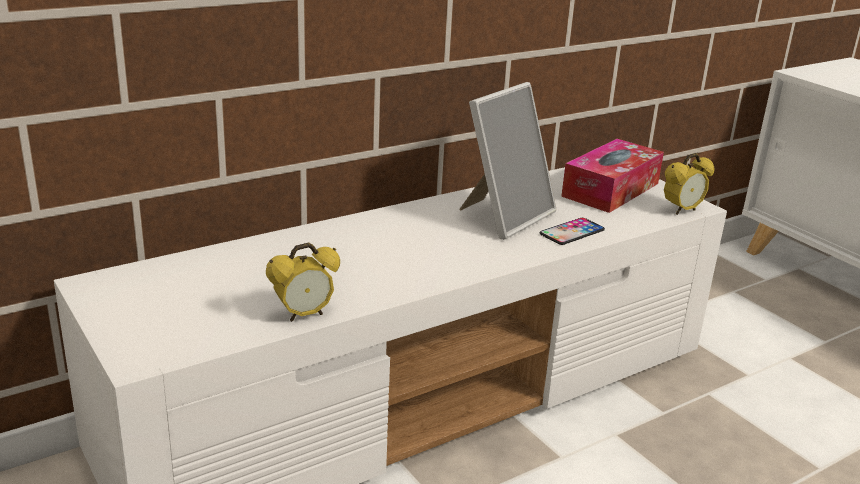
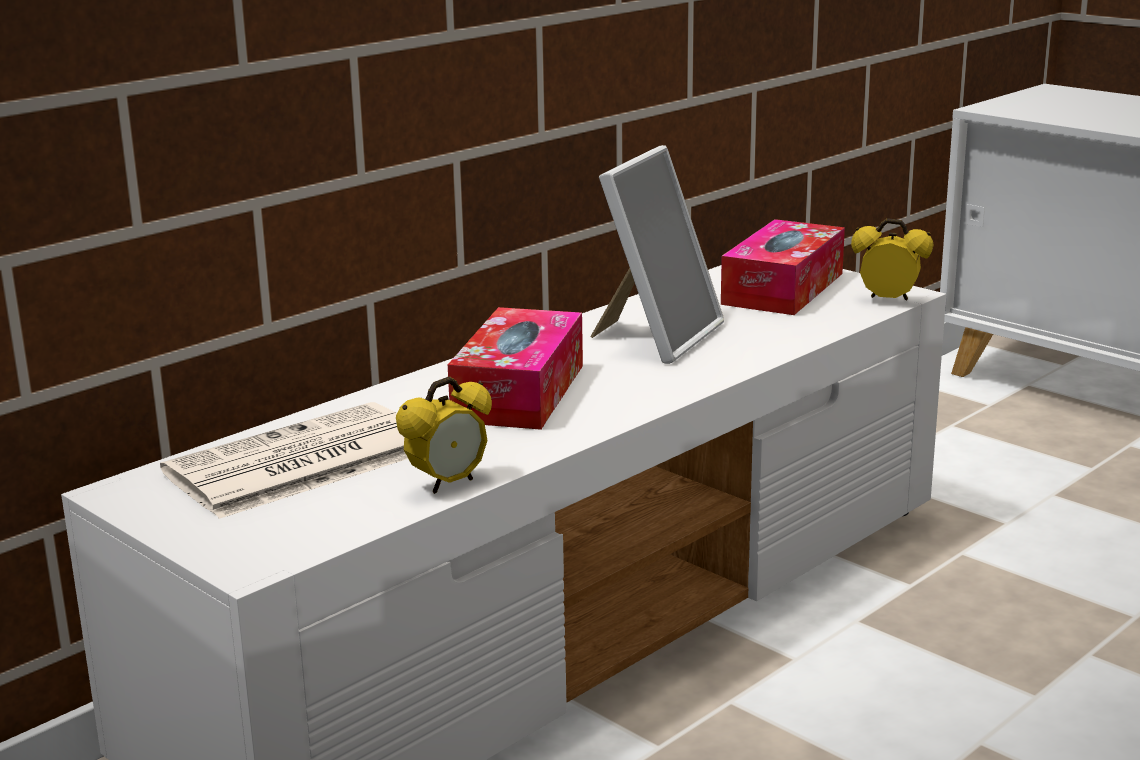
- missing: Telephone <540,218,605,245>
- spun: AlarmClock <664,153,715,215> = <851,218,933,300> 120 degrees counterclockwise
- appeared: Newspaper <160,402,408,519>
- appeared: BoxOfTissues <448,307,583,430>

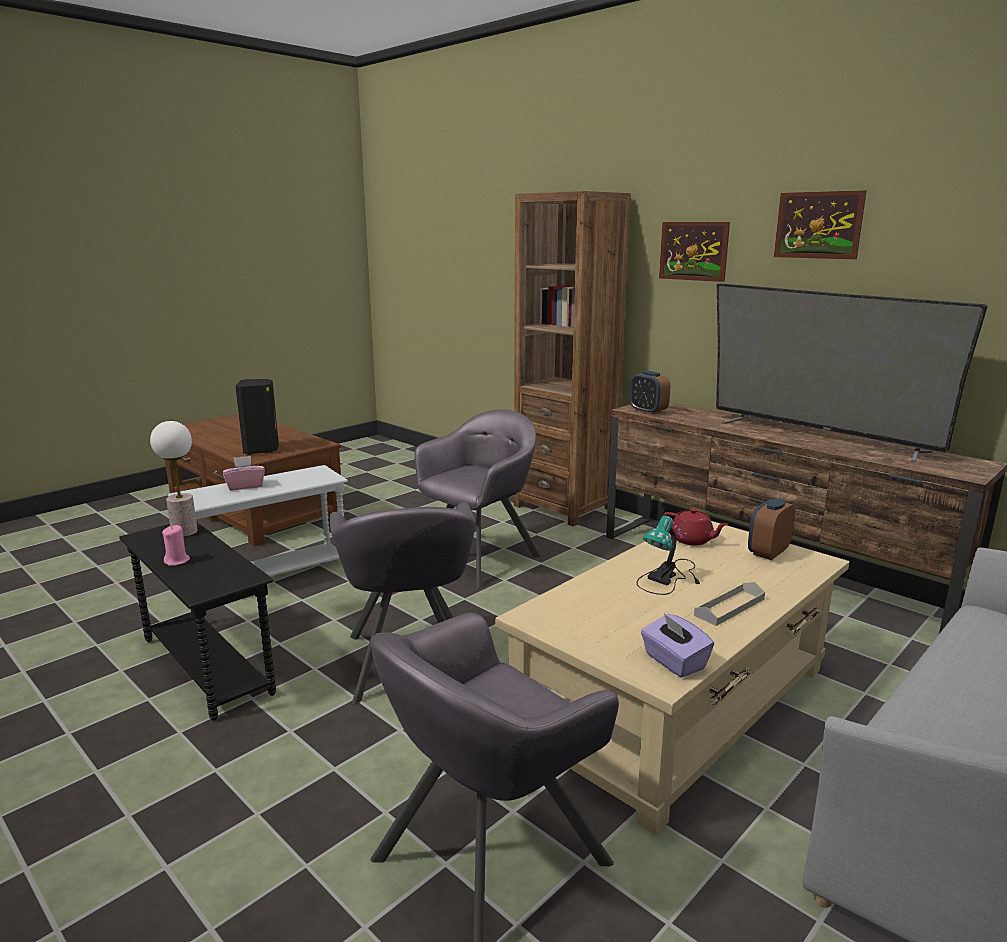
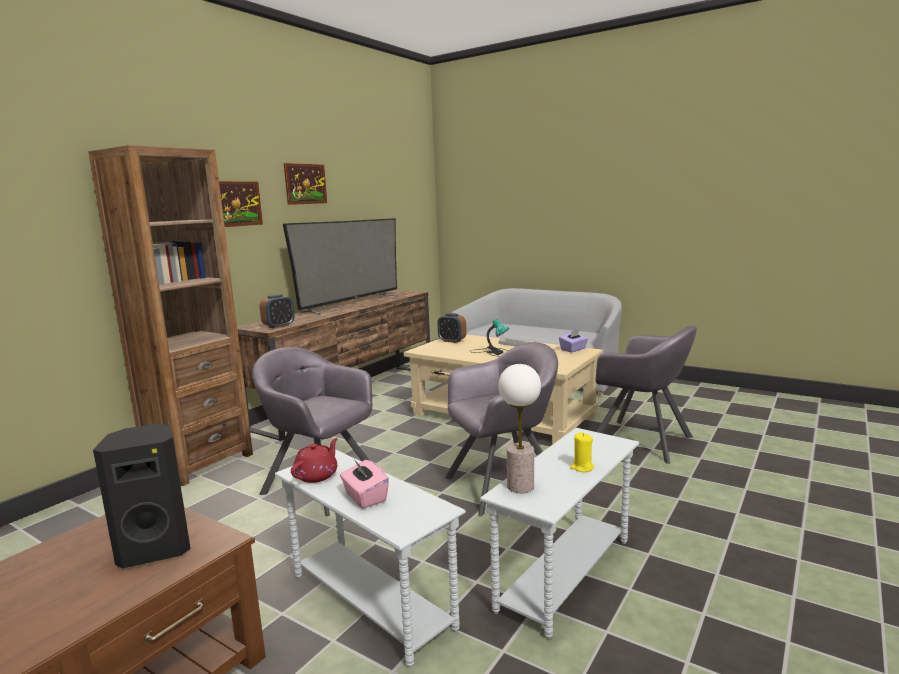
- colour: BlackEndTable <119,522,276,721> to WhitishEndTable <480,428,639,639>
- colour: PinkWaxLight <162,525,190,566> to YellowishWaxLight <570,432,594,472>
- relocated: ReddishTeaPot <663,508,729,546> to <291,438,338,483>

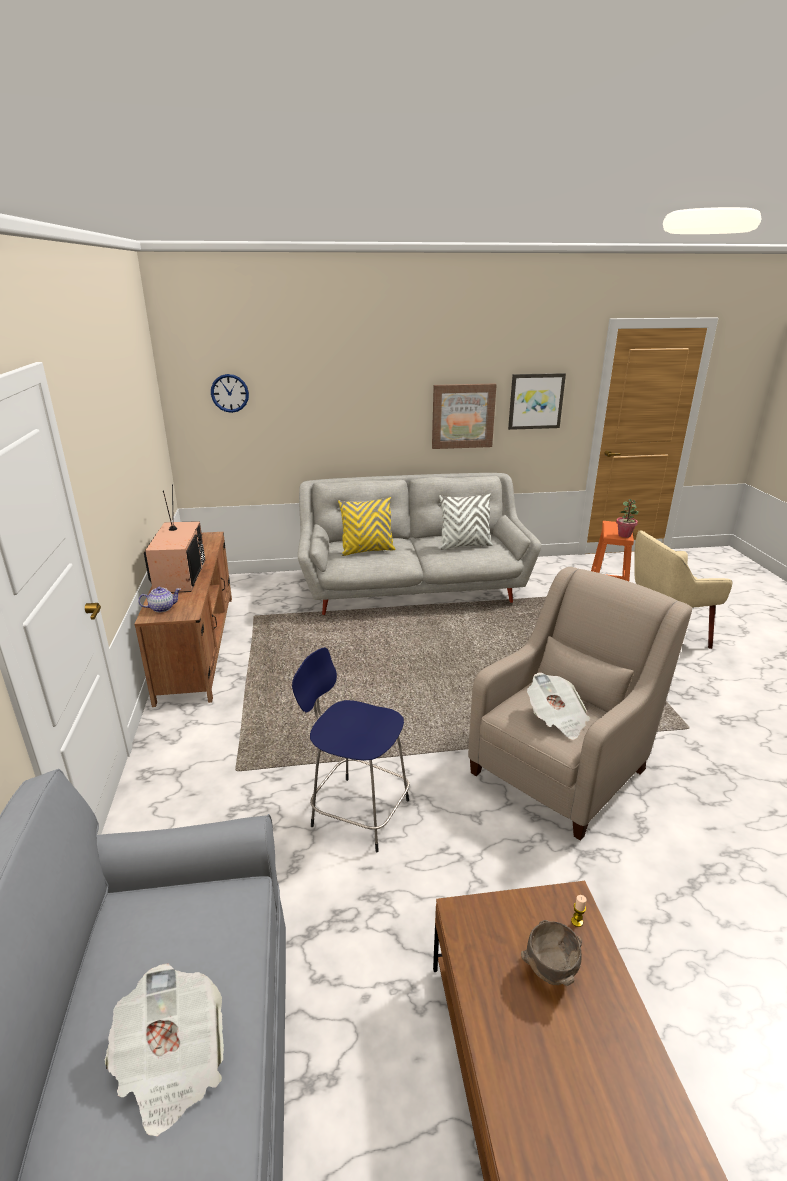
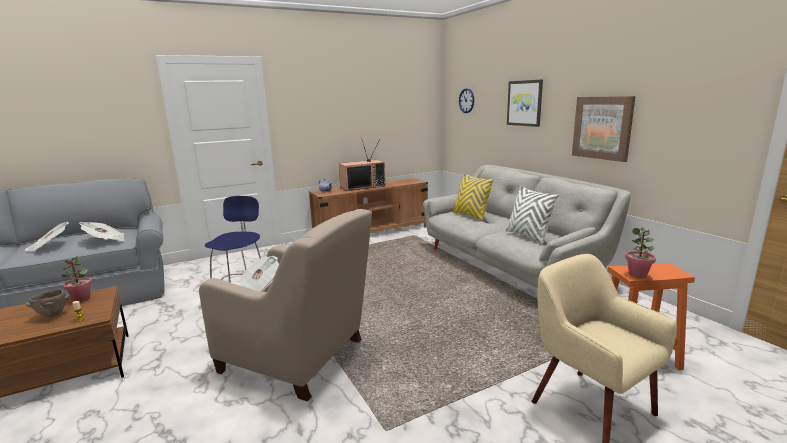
- relocated: WallPicture <508,373,566,430> to <507,79,543,127>
- appeared: PottedPlant <61,256,92,302>
- appeared: Newspaper <79,222,124,241>

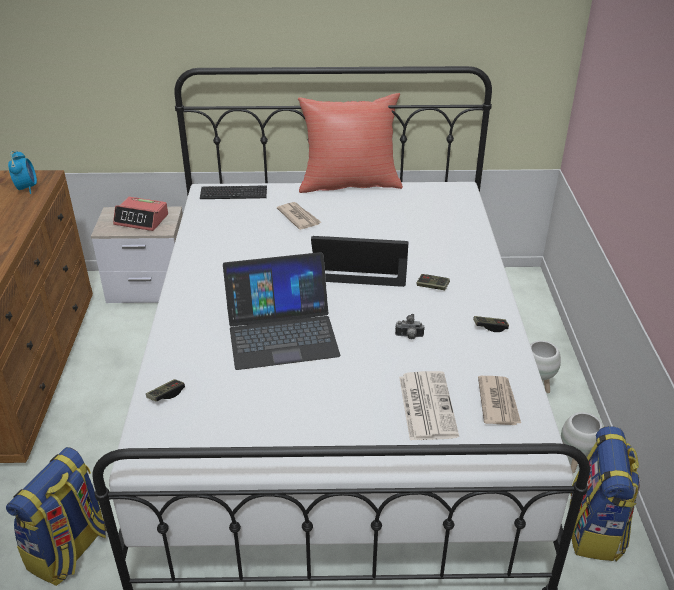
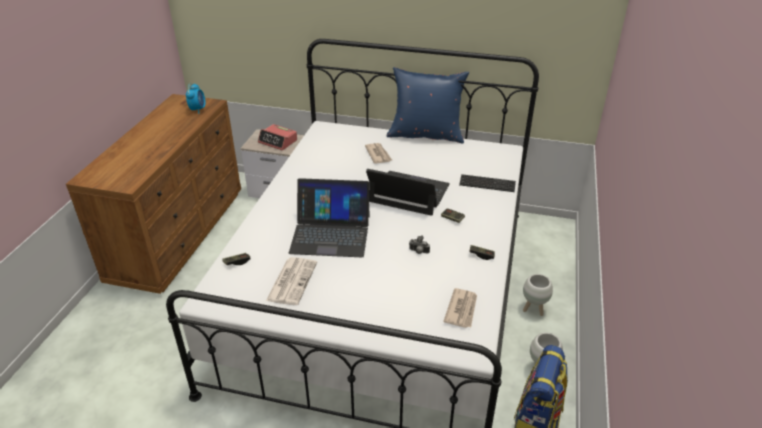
- missing: Knapsack <6,447,107,586>
- relocated: ComputerKeyboard <200,185,267,199> to <459,174,516,192>
- colour: ReddishPillow <298,93,403,193> to BluishPillow <387,67,469,144>
- relocated: Newspaper <399,371,459,440> to <266,257,317,305>

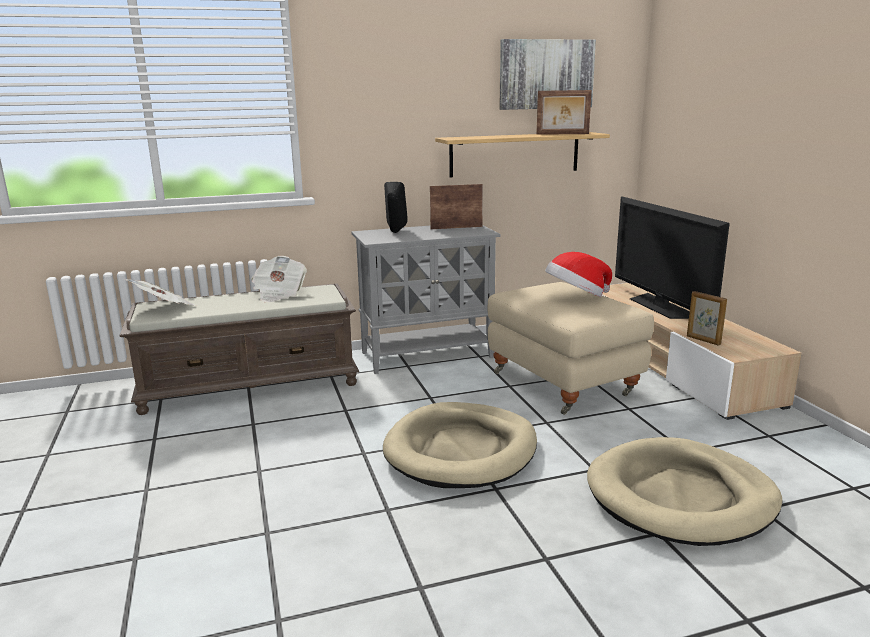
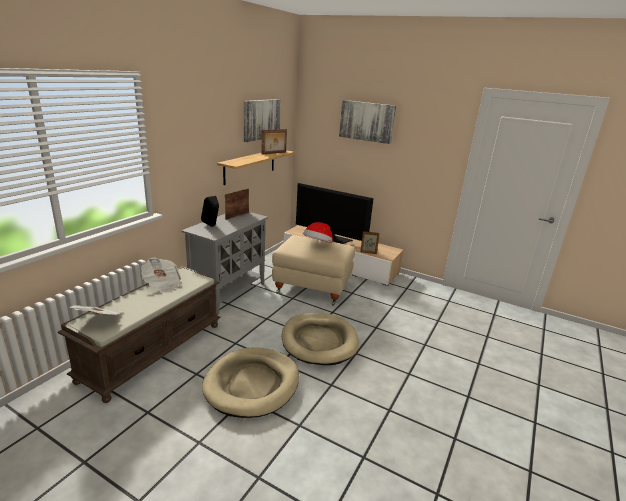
- relocated: BeigeColouredPetBed <587,437,782,546> to <202,347,299,418>
- appeared: WallPicture <339,100,396,144>

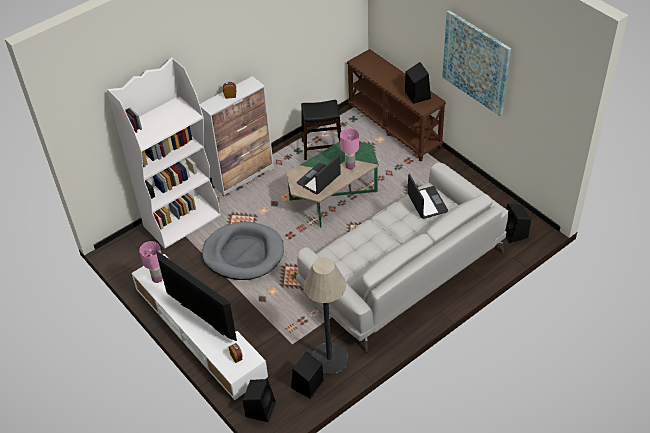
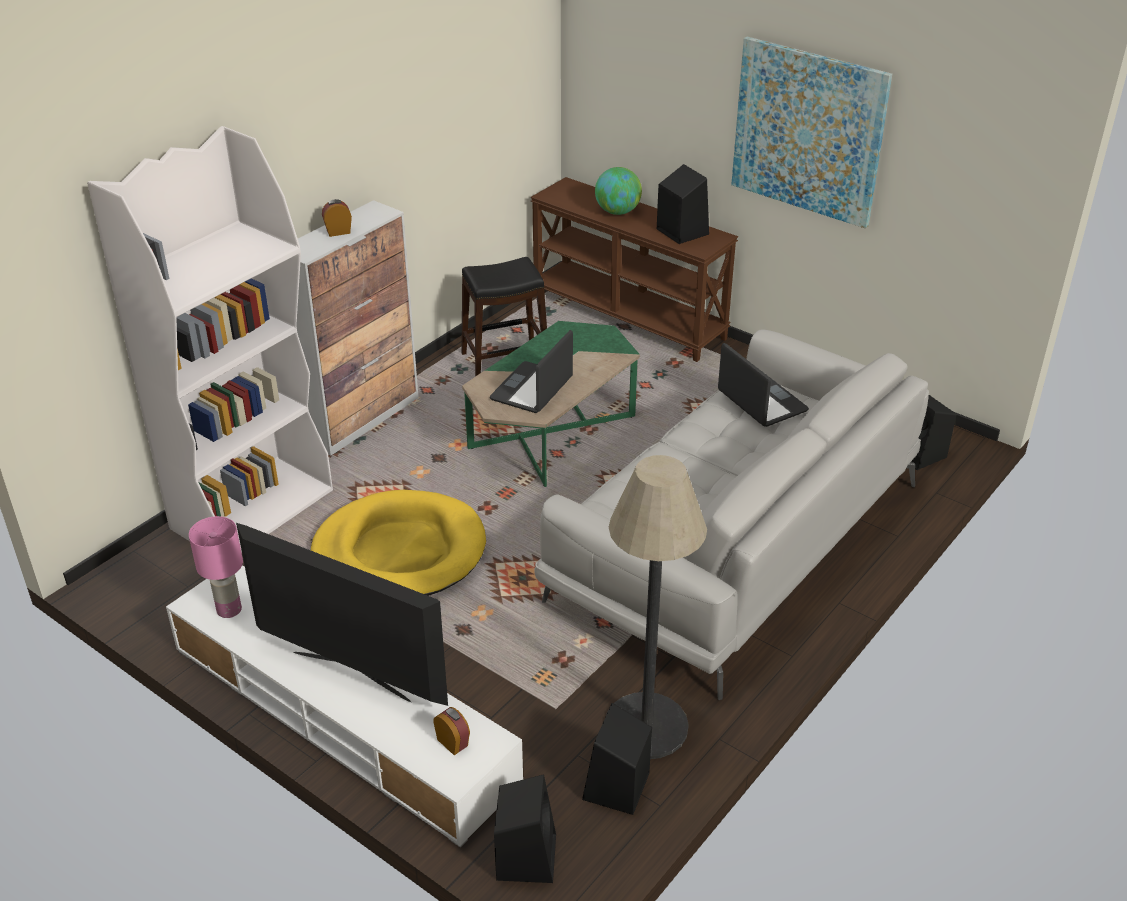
- colour: GreyishPetBed <202,222,284,280> to YellowishPetBed <311,490,486,596>
- missing: PinkTabletopLamp <340,128,359,169>
- appeared: WorldGlobe <595,167,642,215>

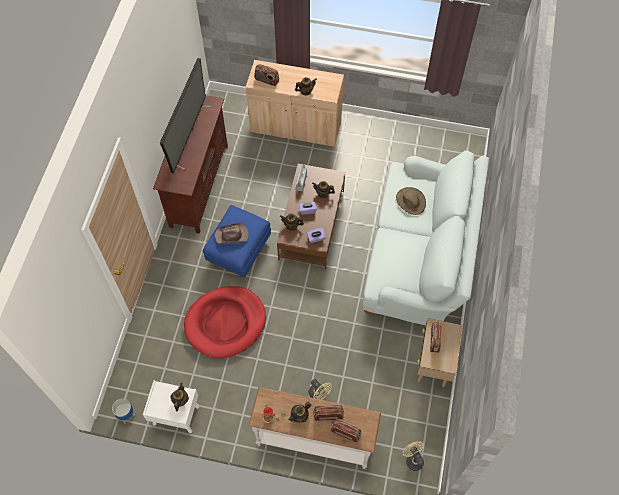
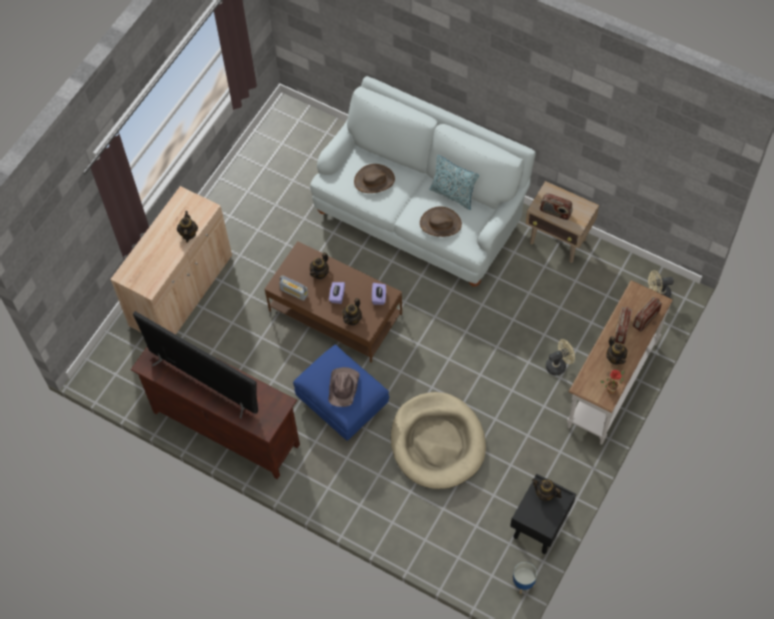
- colour: WhitishNightTable <143,380,199,433> to BlackNightTable <510,474,576,554>
- colour: ReddishPetBed <184,286,266,358> to BeigeColouredPetBed <391,392,486,489>
- missing: Radio <254,64,279,86>
- appeared: BrownWearableHat <420,207,462,237>
- appeared: Pillow <429,155,479,210>

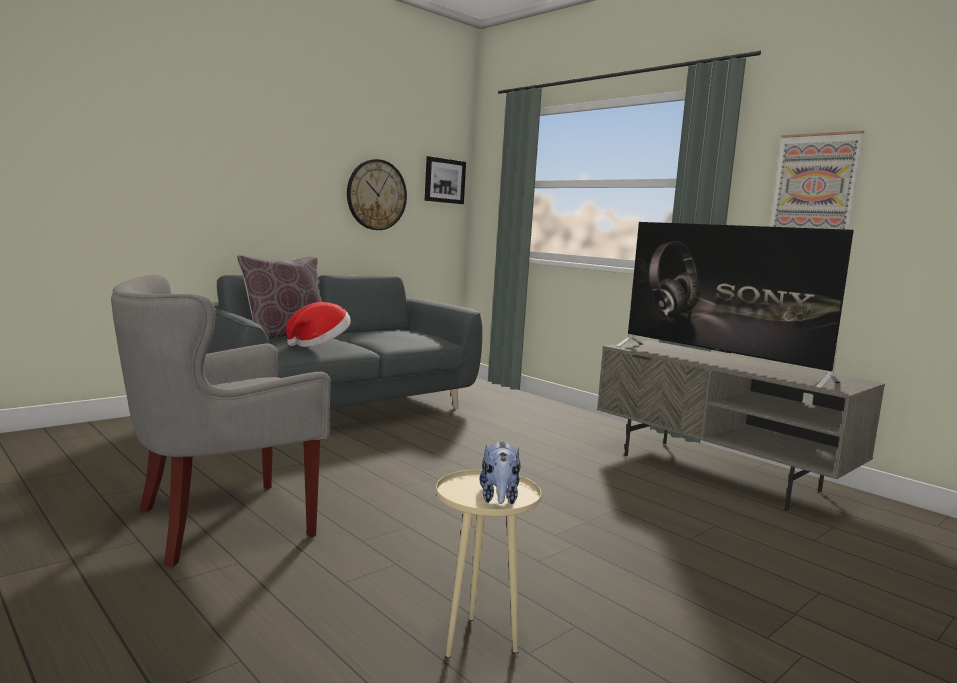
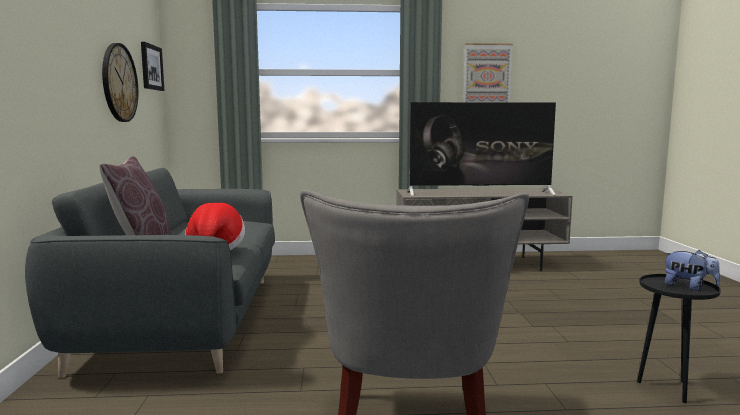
- colour: BeigeColouredEndTable <436,469,541,658> to BlackEndTable <637,274,721,403>

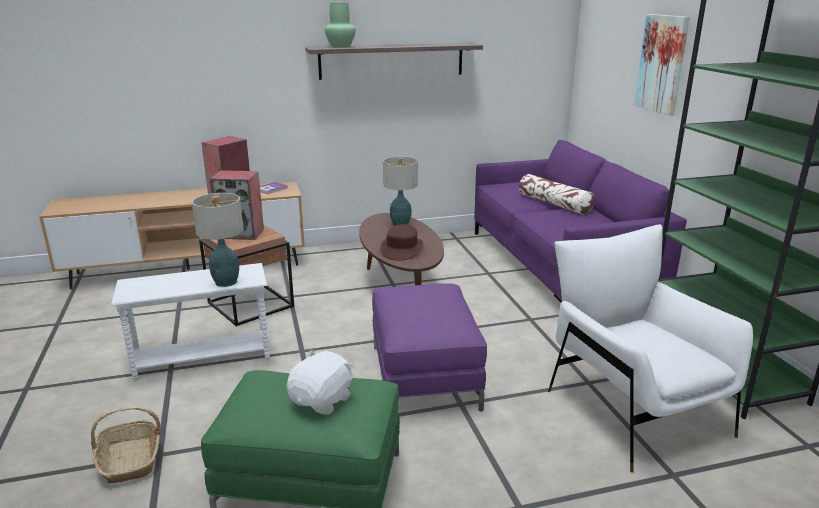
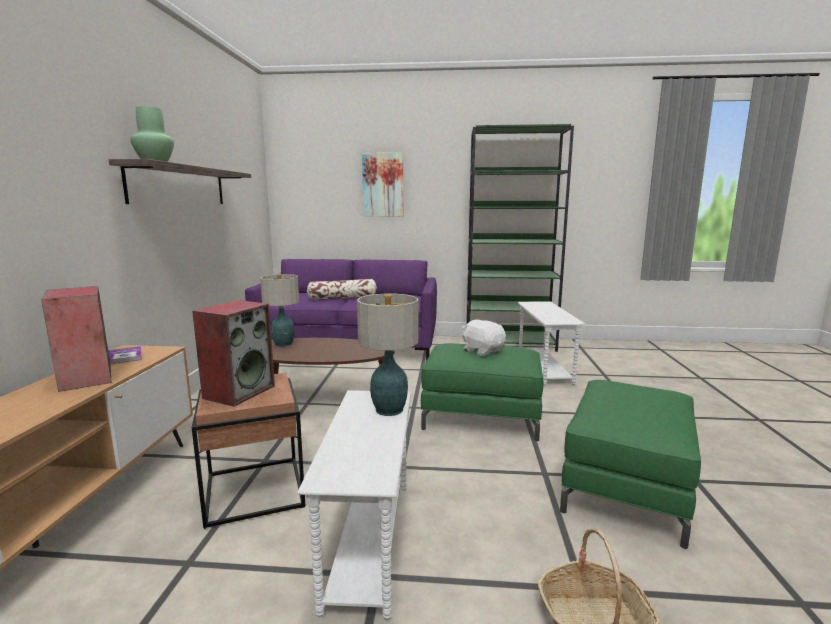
- relocated: WhitishCuddlyToy <286,350,354,415> to <462,320,506,356>
- colour: PurplishFootrest <372,283,487,412> to GreenishFootrest <421,343,543,441>
- missing: BrownWearableHat <380,224,423,261>
- exchanged: WhitishArmchair <548,224,753,472> to WhitishEndTable <518,301,586,386>

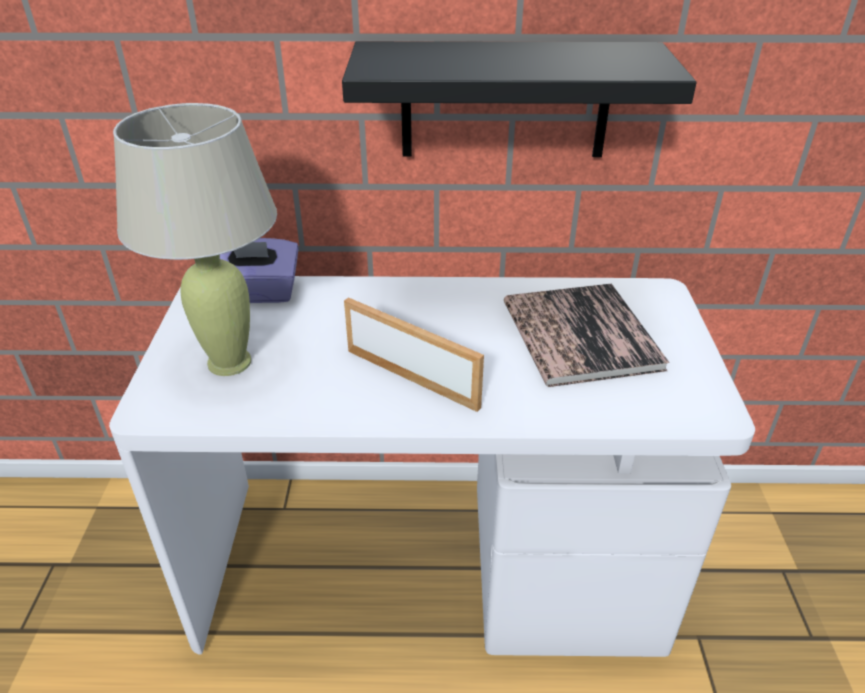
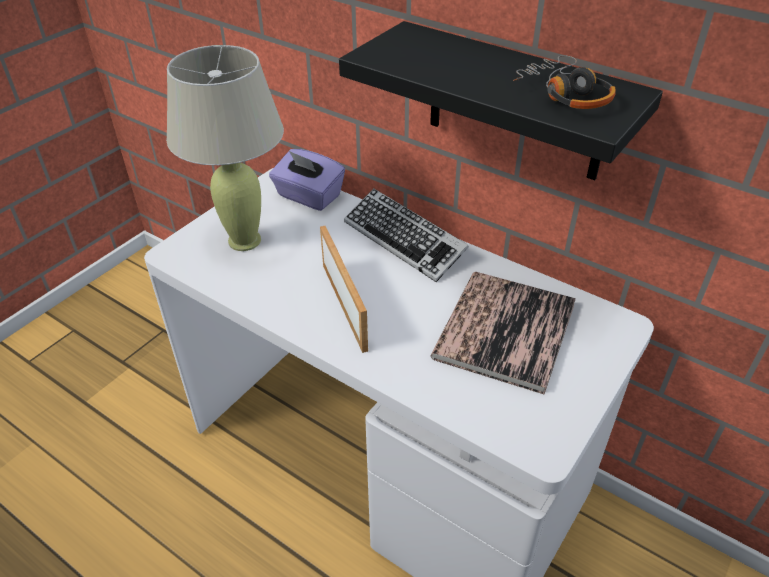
- appeared: ComputerKeyboard <344,189,469,282>
- appeared: PairOfHeadphones <513,55,616,109>

